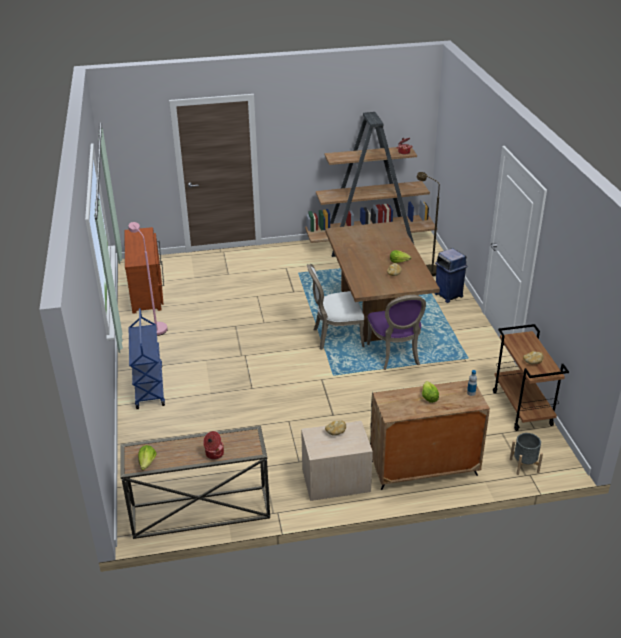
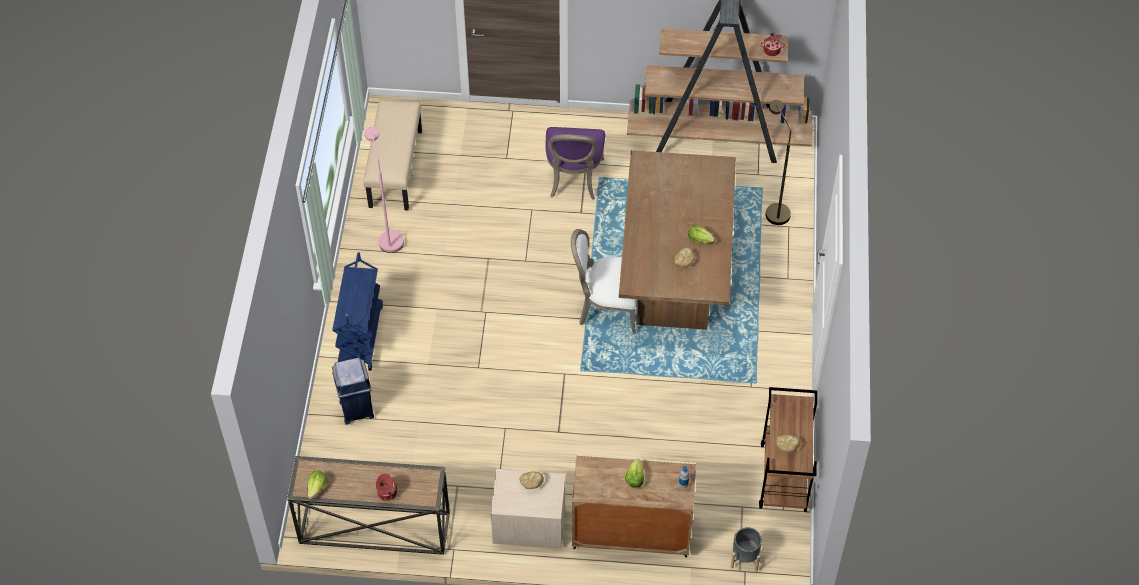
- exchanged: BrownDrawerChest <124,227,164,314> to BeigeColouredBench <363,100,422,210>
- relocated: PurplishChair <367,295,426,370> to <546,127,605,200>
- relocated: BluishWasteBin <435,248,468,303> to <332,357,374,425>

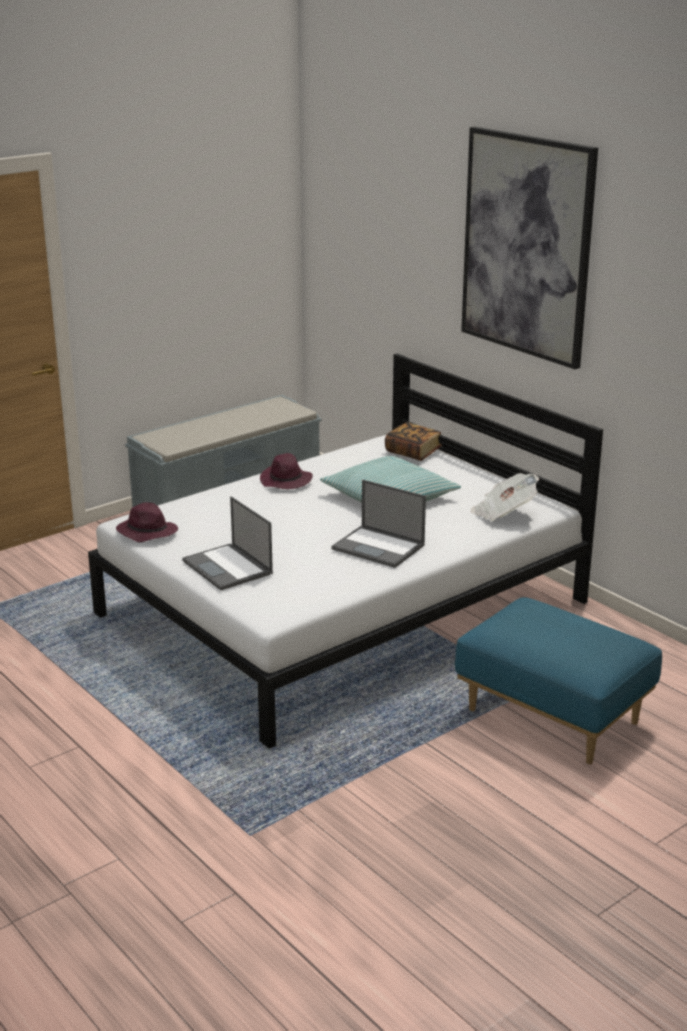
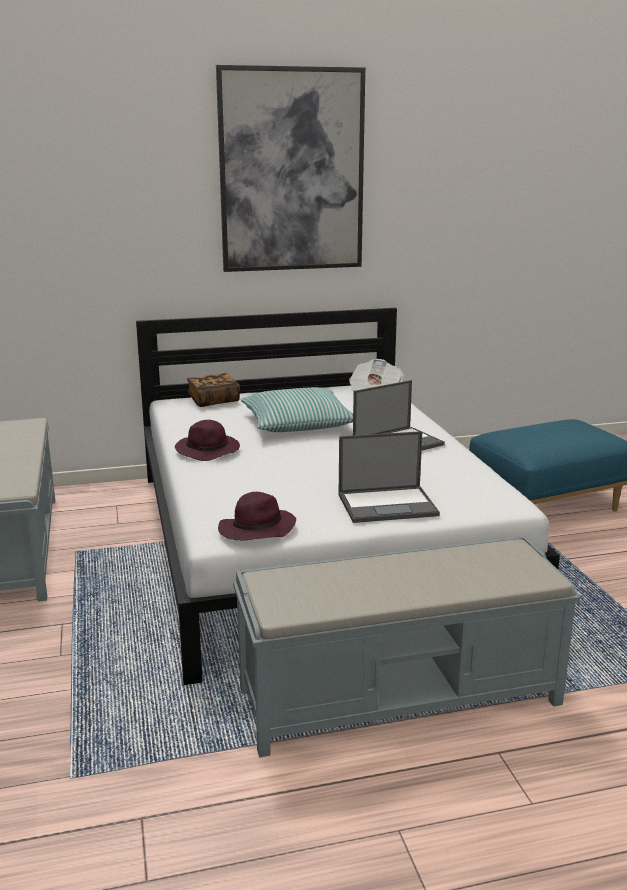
- appeared: GreyishBench <233,536,580,757>

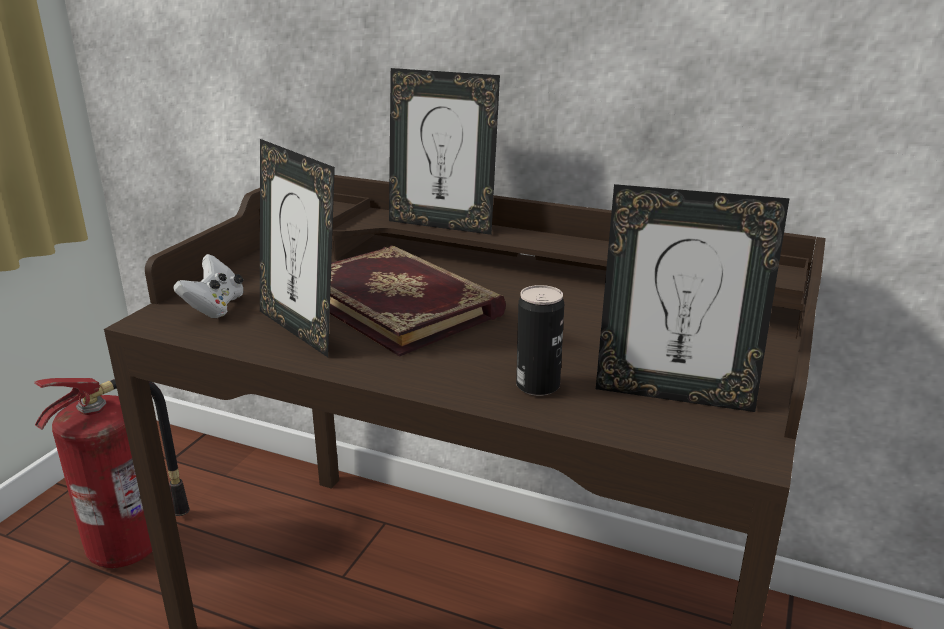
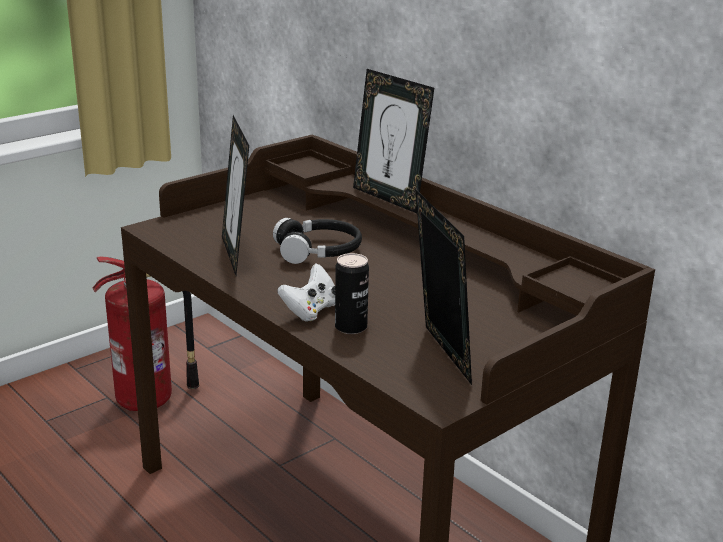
- relocated: WhitishGamepad <173,254,244,318> to <278,263,335,322>
- exchanged: BoundBook <330,245,506,356> to BlackPairOfHeadphones <273,218,362,264>
- spun: StandingFrame <596,184,790,412> = <415,189,472,385> 150 degrees counterclockwise

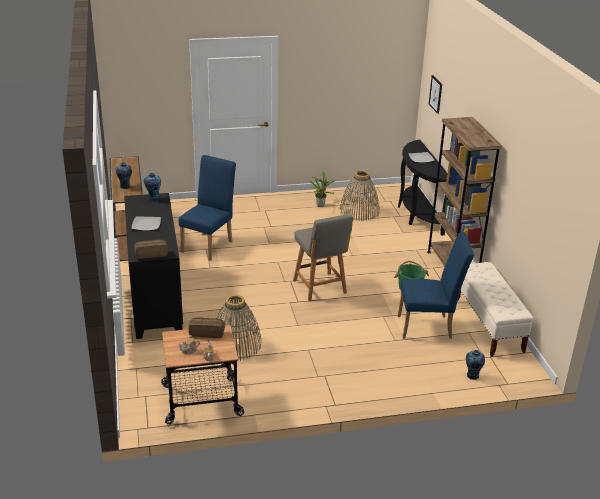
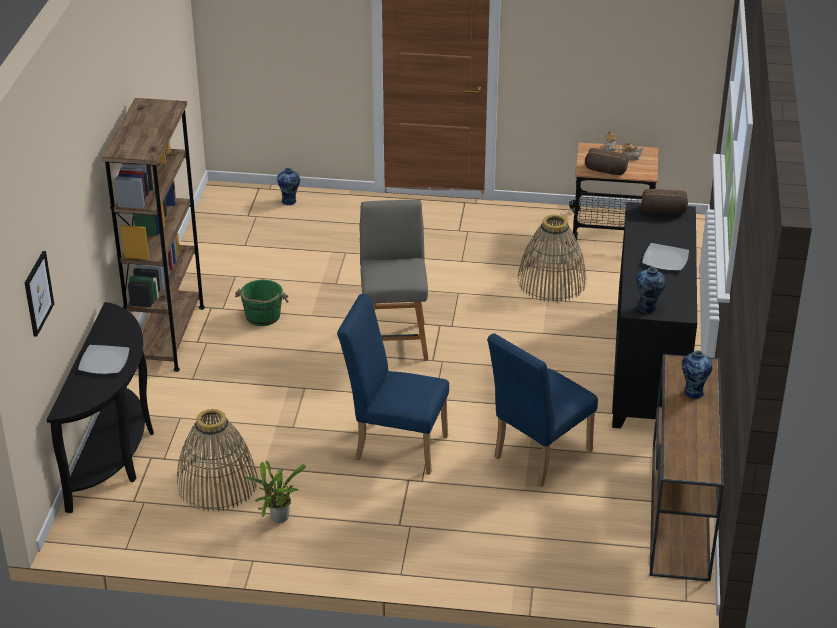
- relocated: BluishChair <398,232,474,339> to <337,294,449,475>
- missing: BeigeColouredBench <458,262,534,357>

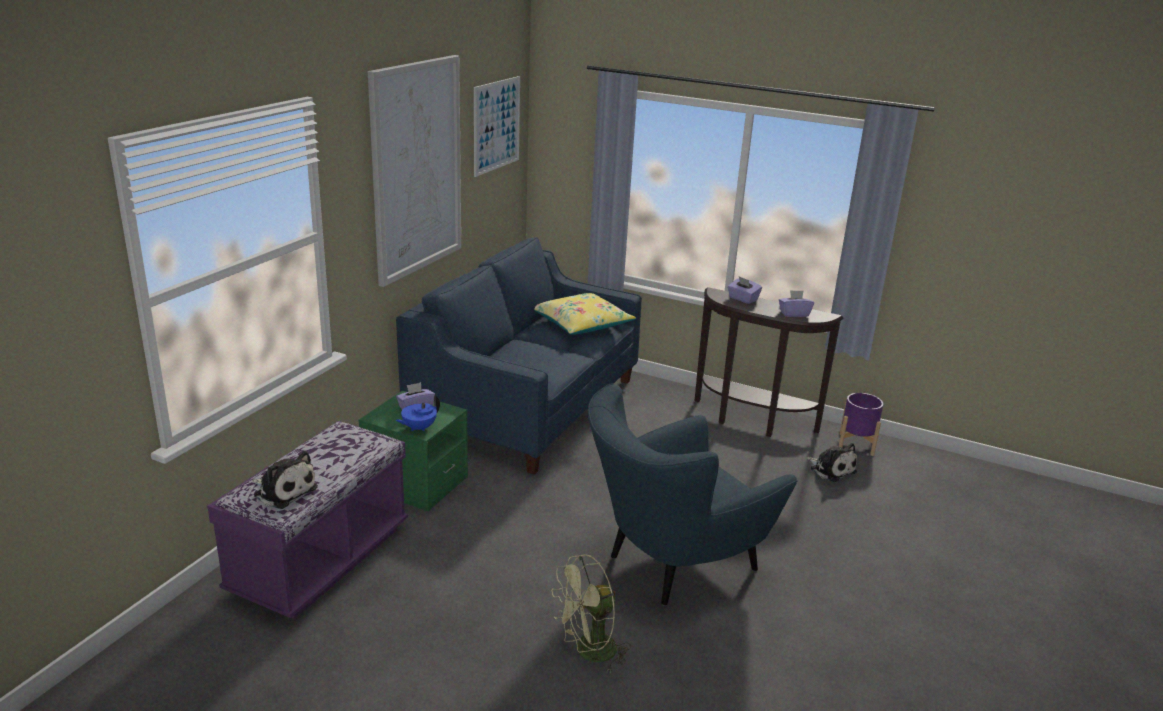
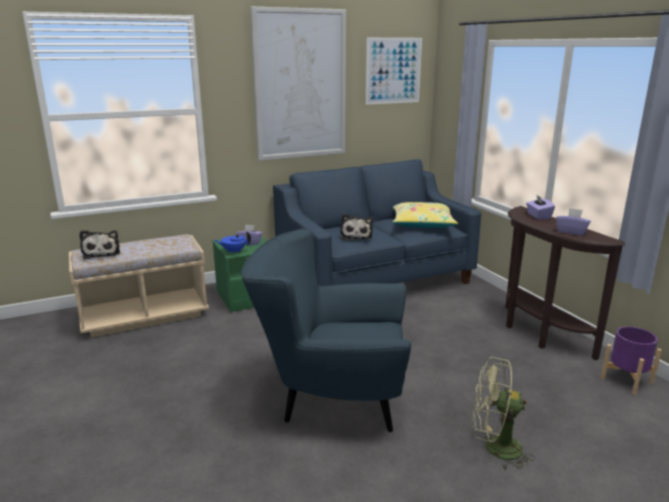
- colour: PurplishBench <207,421,408,619> to BeigeColouredBench <69,234,209,337>
- relocated: GreenishFan <552,554,631,673> to <472,357,535,469>
- relocated: CuddlyToy <806,443,857,482> to <340,214,373,240>

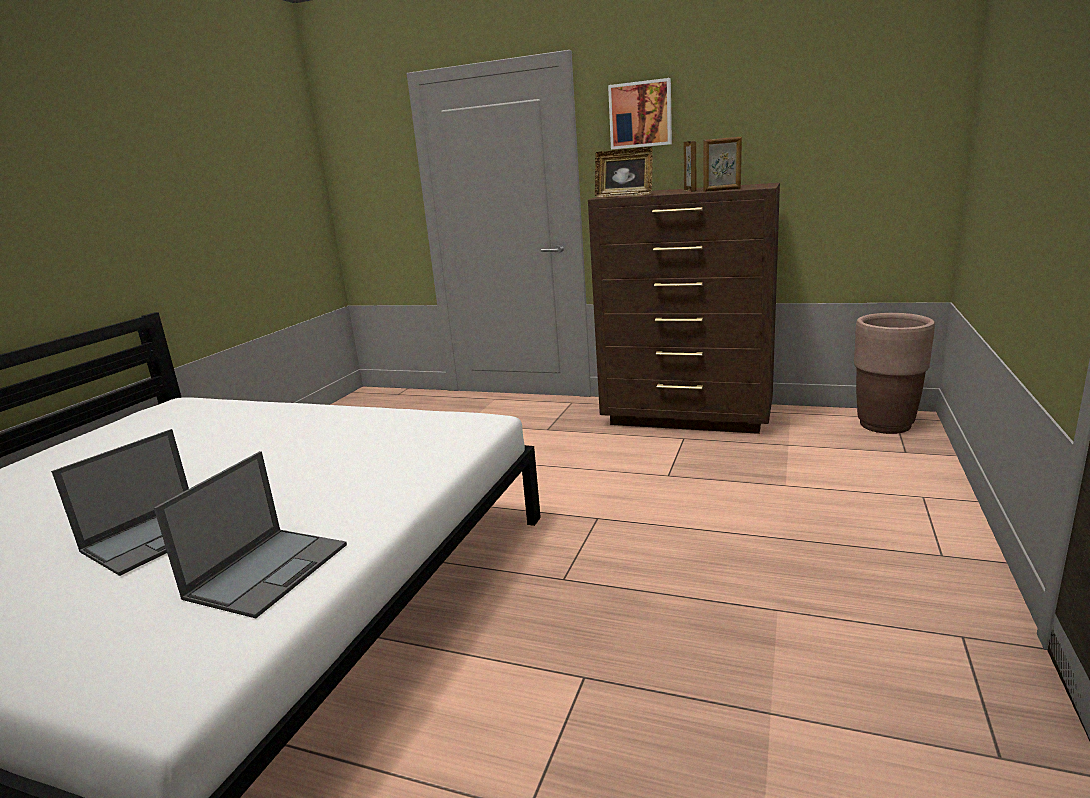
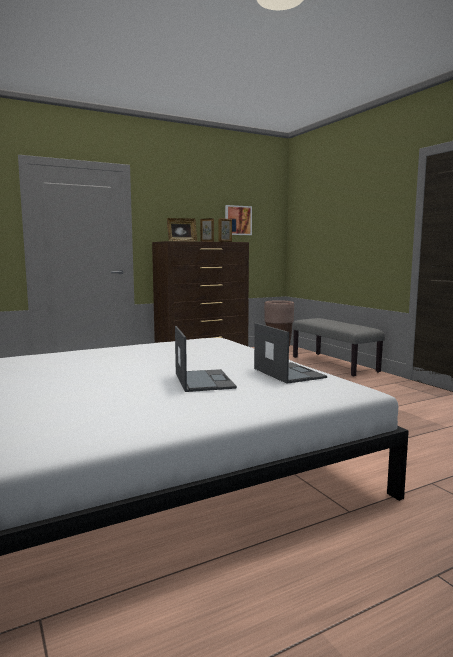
- relocated: WallPicture <608,78,672,149> to <225,205,252,235>
- appeared: GreyishBench <292,318,385,377>

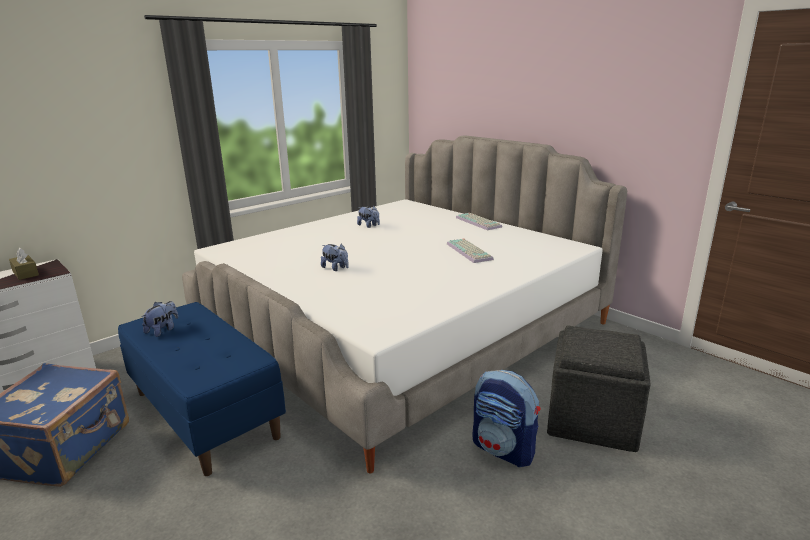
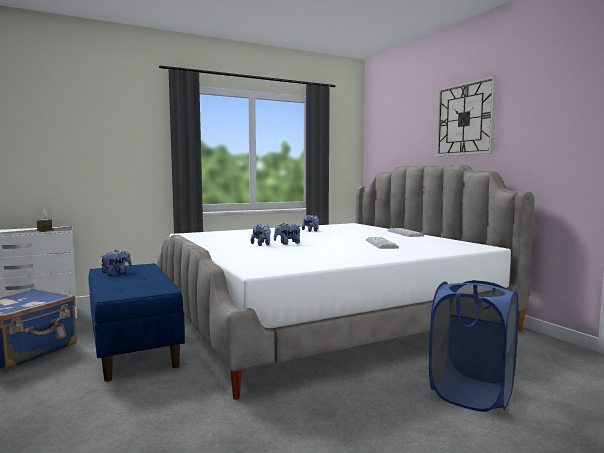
- missing: Knapsack <473,370,540,467>
- exchanged: GreyishFootrest <547,325,651,452> to BluishHamper <429,280,519,412>
- appeared: CuddlyToy <274,223,300,245>
- appeared: WallClock <436,76,497,156>

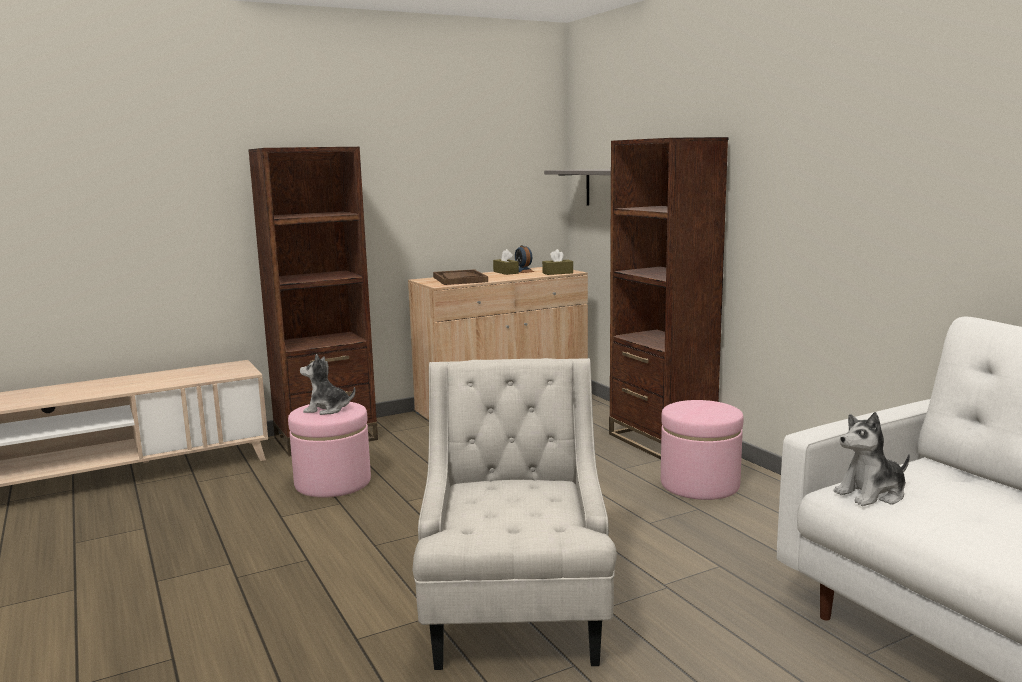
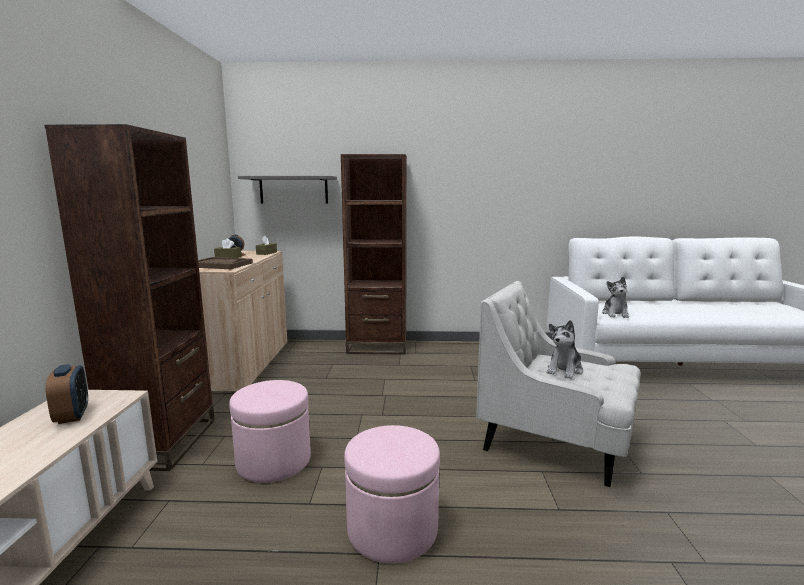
- relocated: CuddlyToy <300,354,356,415> to <547,320,583,379>
- relocated: PinkFootrest <661,400,744,500> to <344,425,440,564>
- appeared: AlarmClock <45,364,88,424>

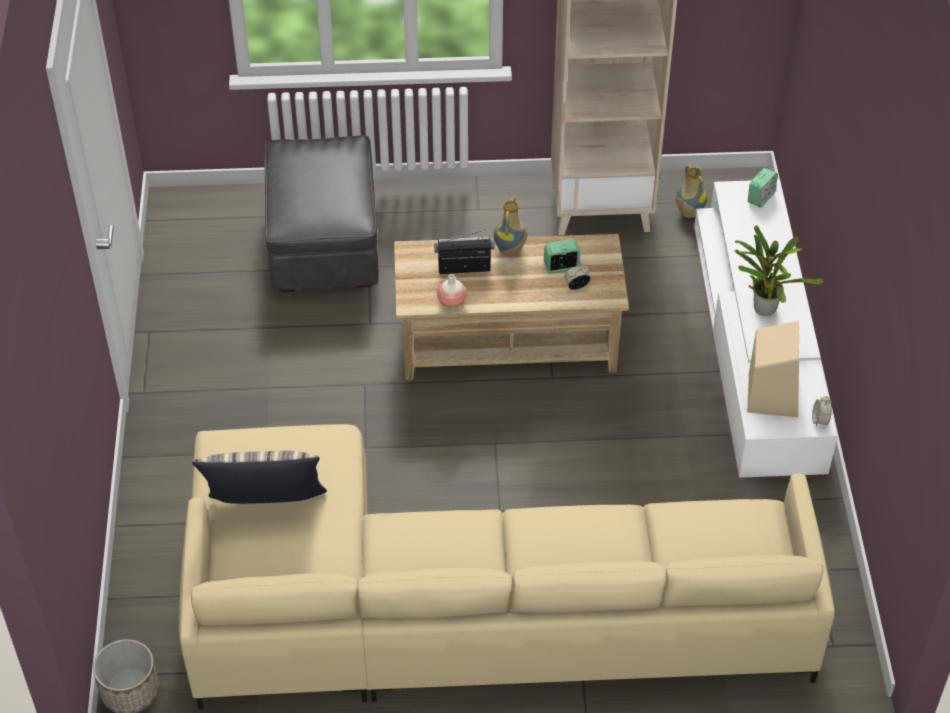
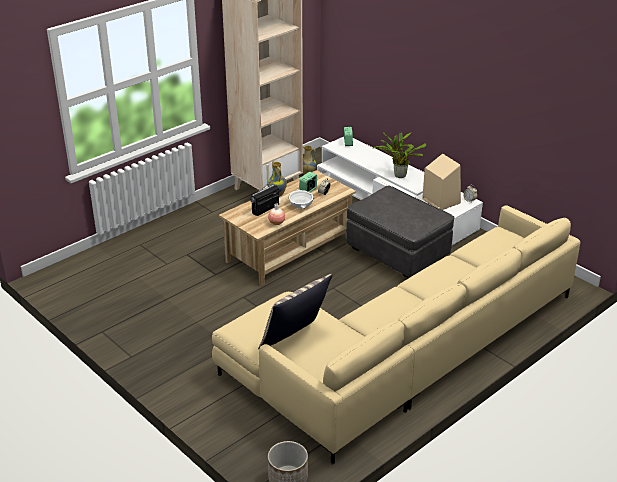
- relocated: GreyishFootrest <264,135,379,292> to <346,186,455,278>
- appeared: WhitishServingBowl <289,189,314,209>

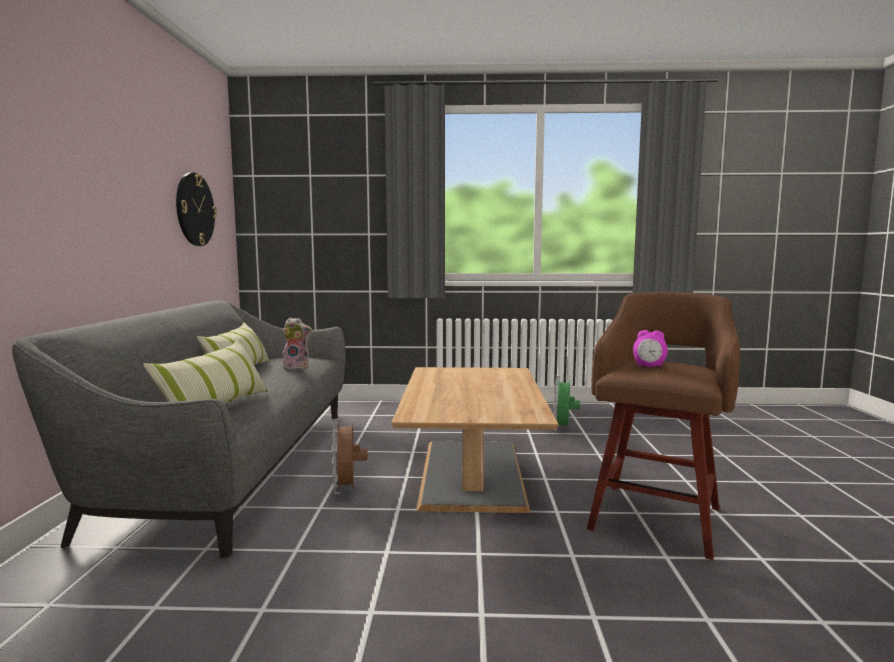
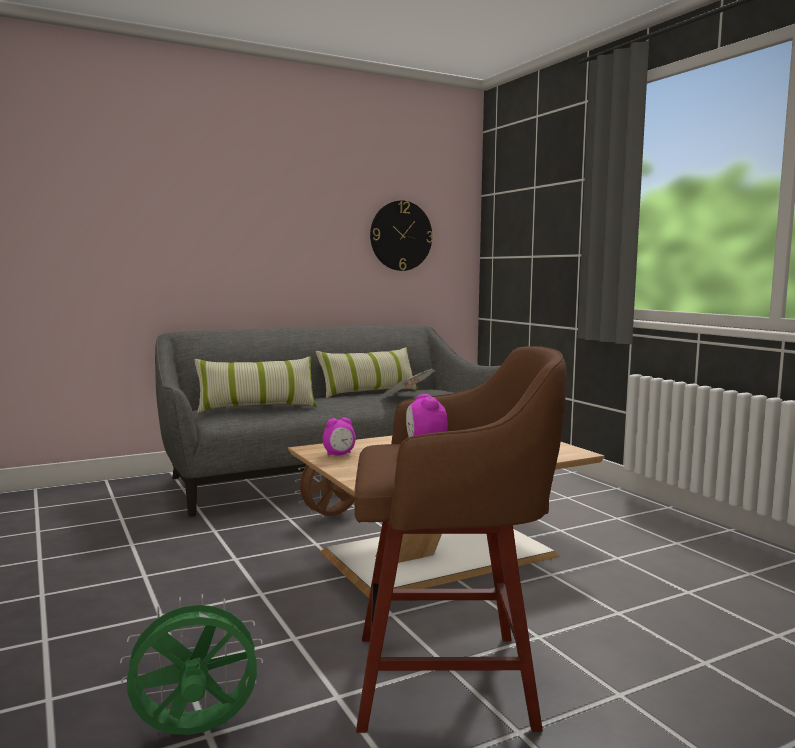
- exchanged: CuddlyToy <282,317,312,370> to Newspaper <381,368,435,396>
- relocated: GreenishFan <553,376,580,431> to <120,594,263,735>
- appeared: AlarmClock <323,417,356,455>

